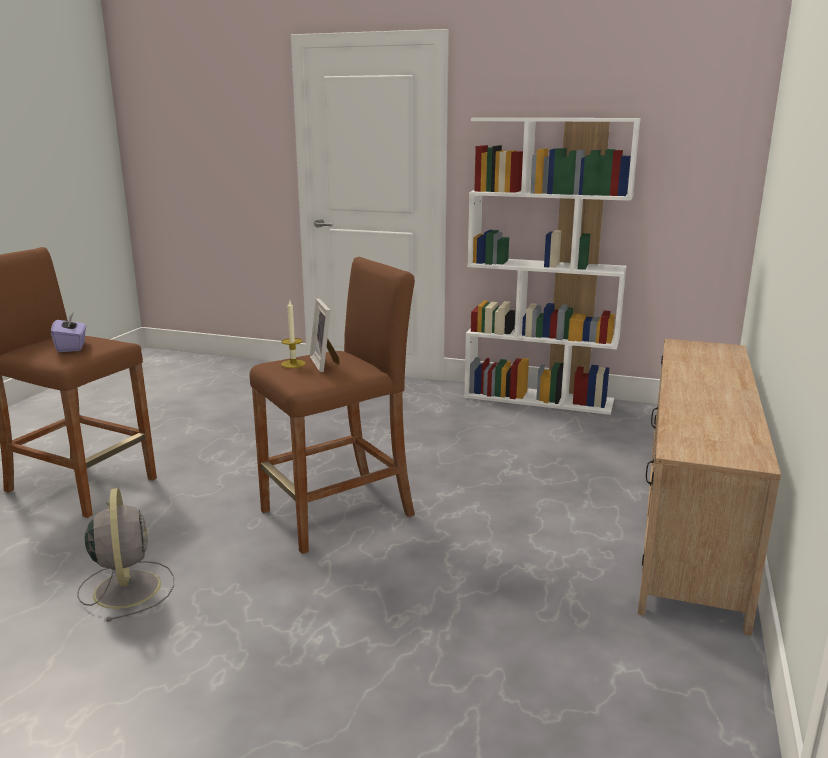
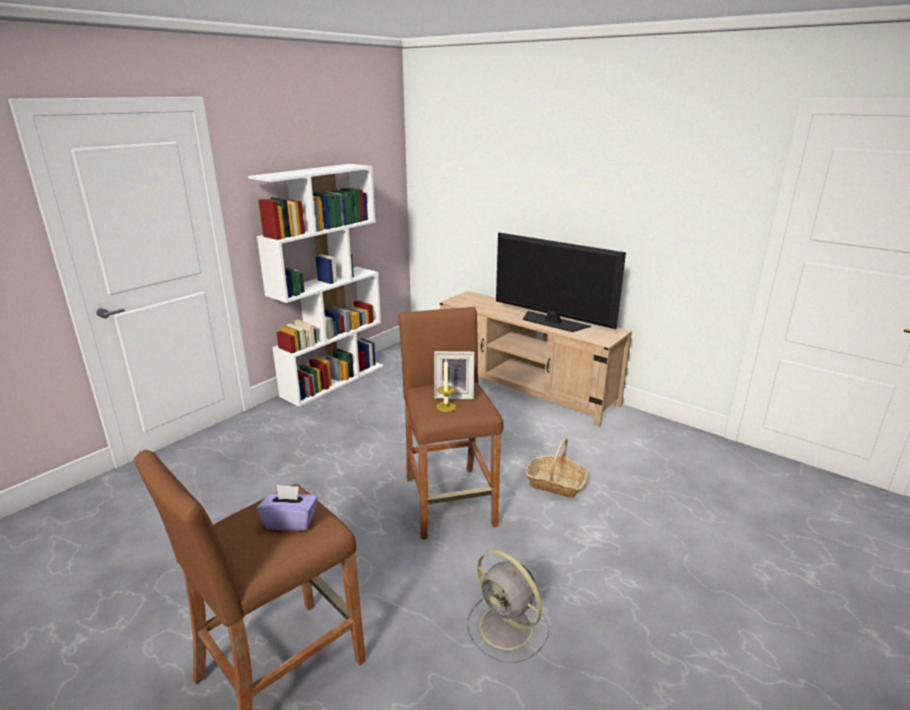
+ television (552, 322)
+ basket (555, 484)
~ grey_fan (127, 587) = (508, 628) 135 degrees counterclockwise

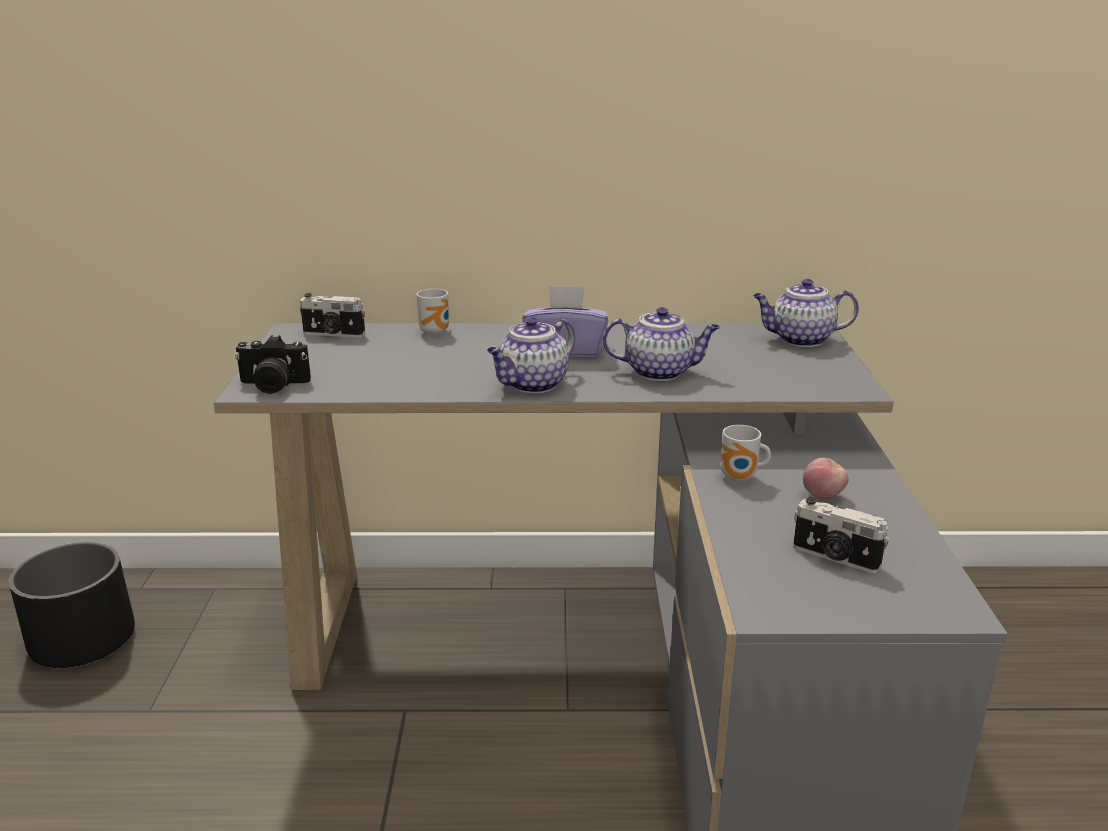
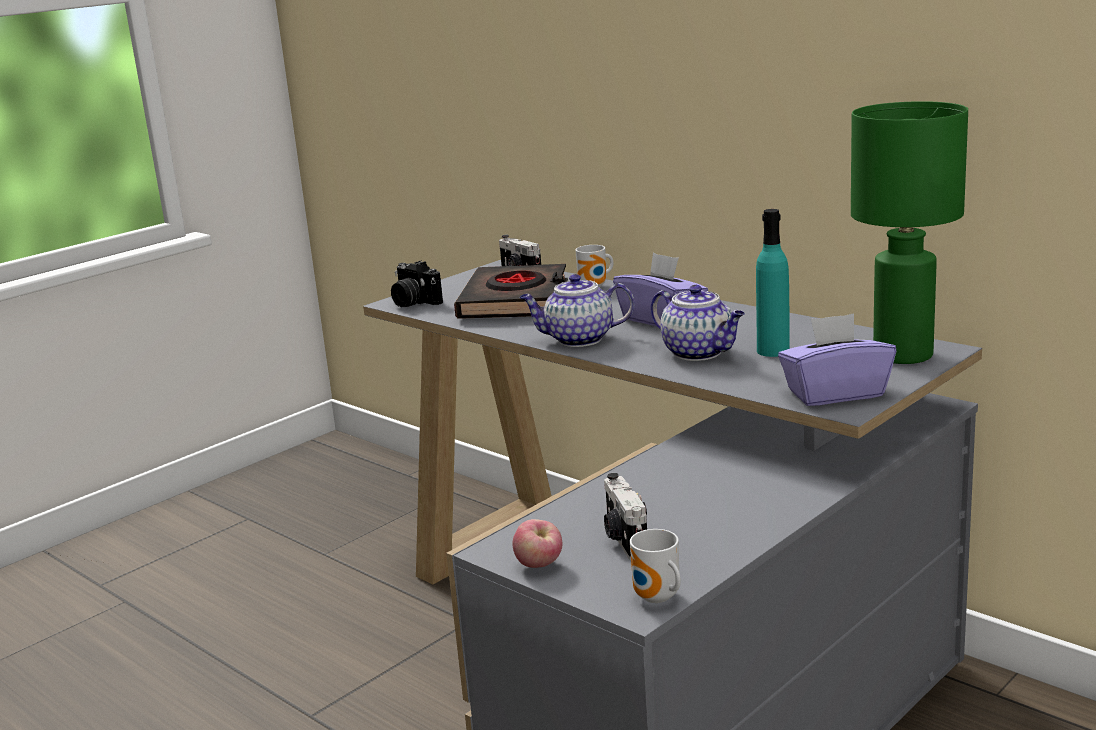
- black_planter (84, 640)
+ black_book (515, 301)
+ turquoise_bottle (773, 351)
+ purple_tissue_box (835, 393)
~ mug (740, 478) to (657, 599)
~ apple (823, 496) to (539, 565)
~ teapot (800, 339) to green_table_lamp (901, 355)

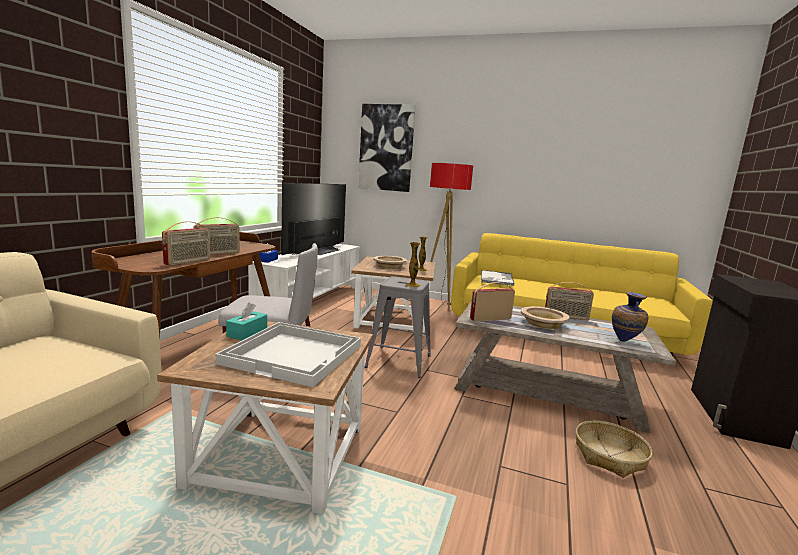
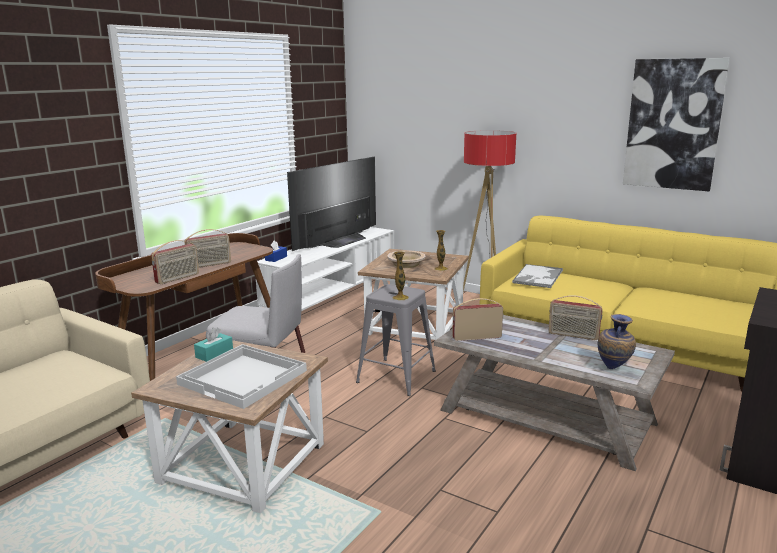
- beige_bowl (543, 323)
- basket (609, 456)
~ picture (386, 148) to (673, 124)

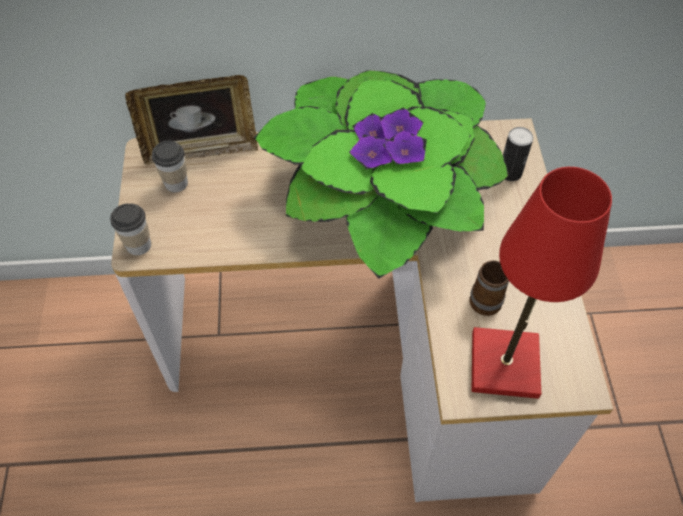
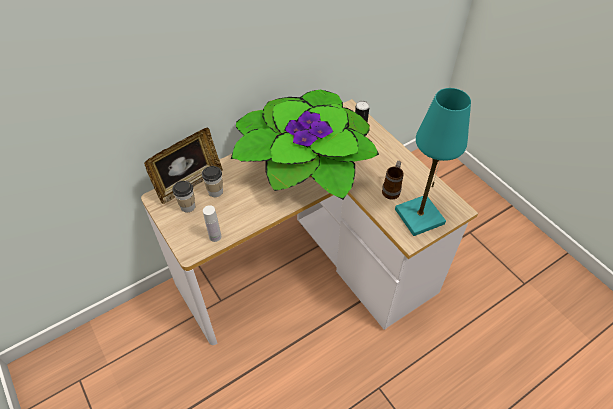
+ white_bottle (215, 236)
~ cup (138, 245) to (215, 191)
~ red_table_lamp (505, 365) to turquoise_table_lamp (419, 217)

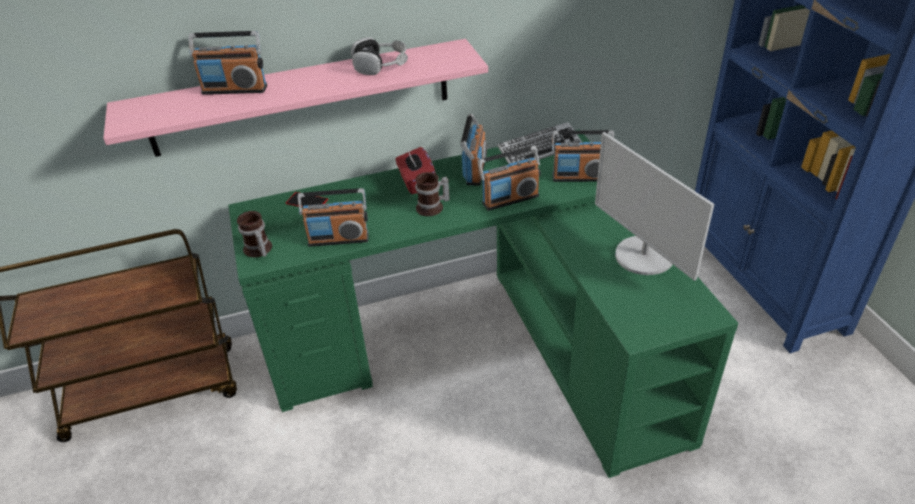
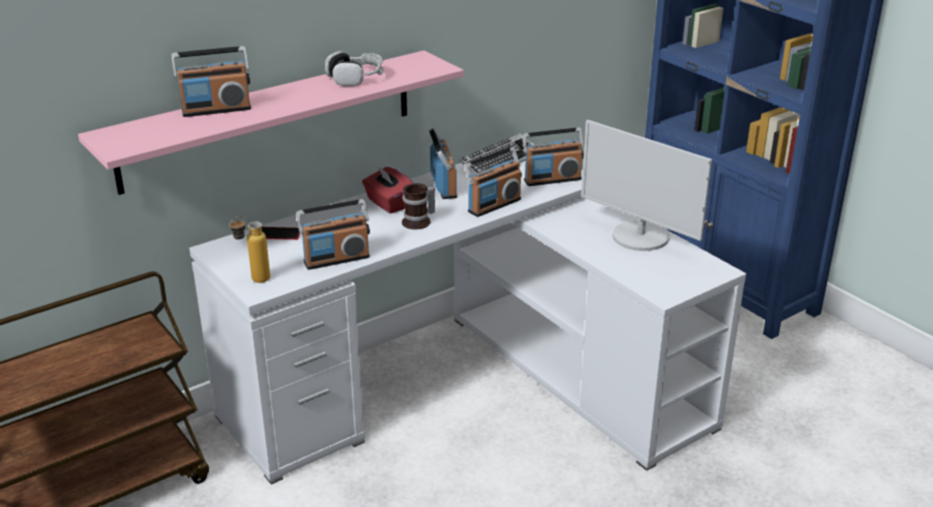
~ mug (257, 250) to bottle (253, 280)
~ green_desk (487, 345) to white_desk (473, 383)

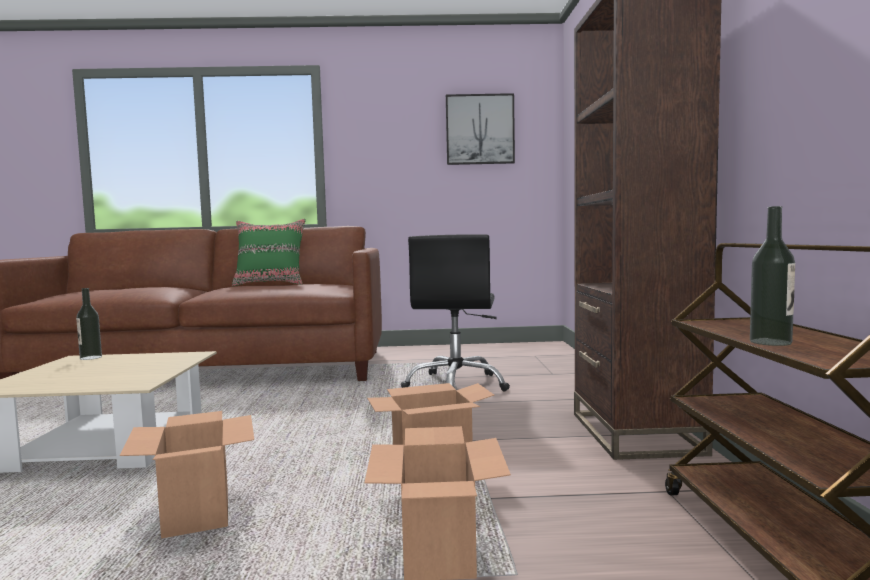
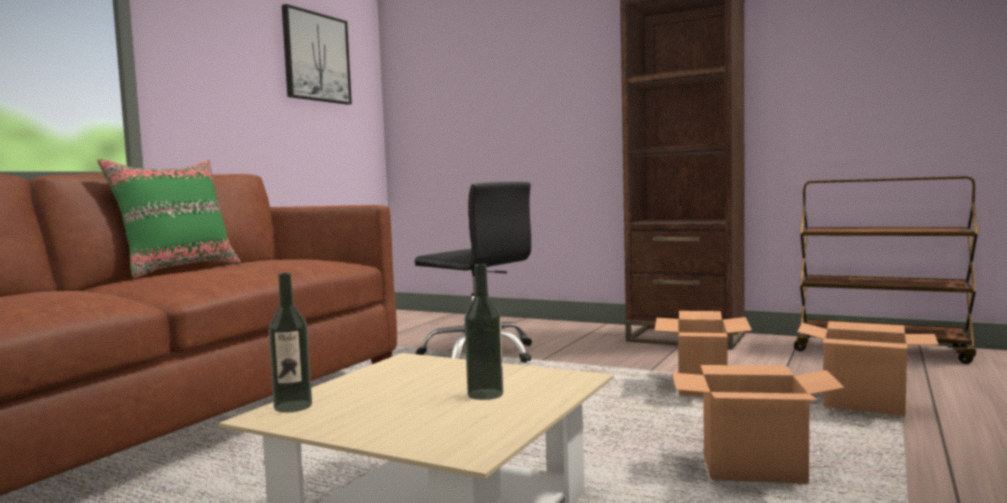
~ bottle (770, 342) to (485, 394)

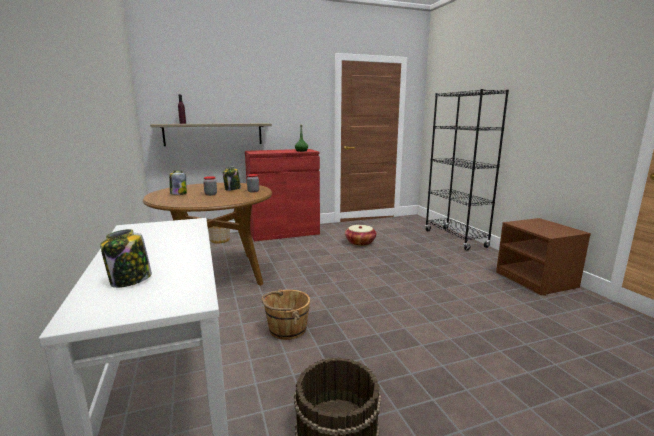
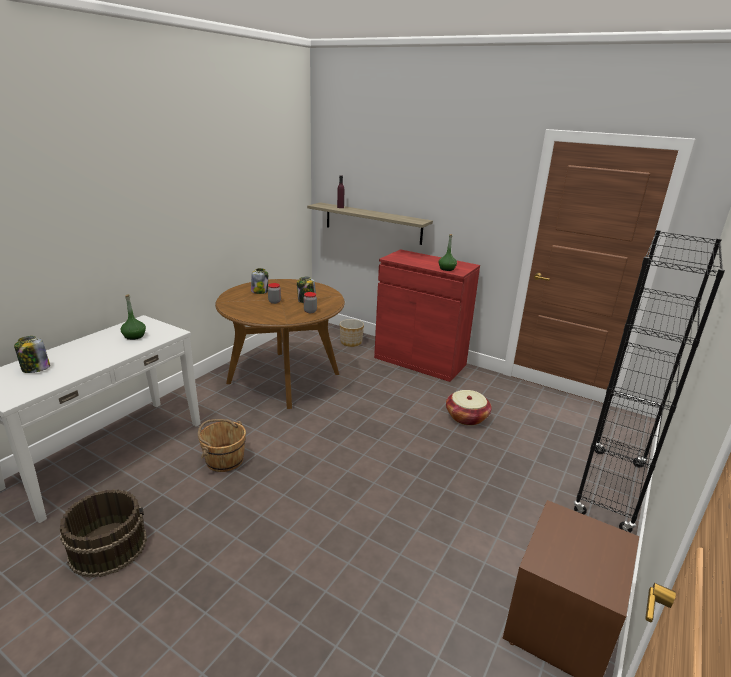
+ green_bottle (134, 336)

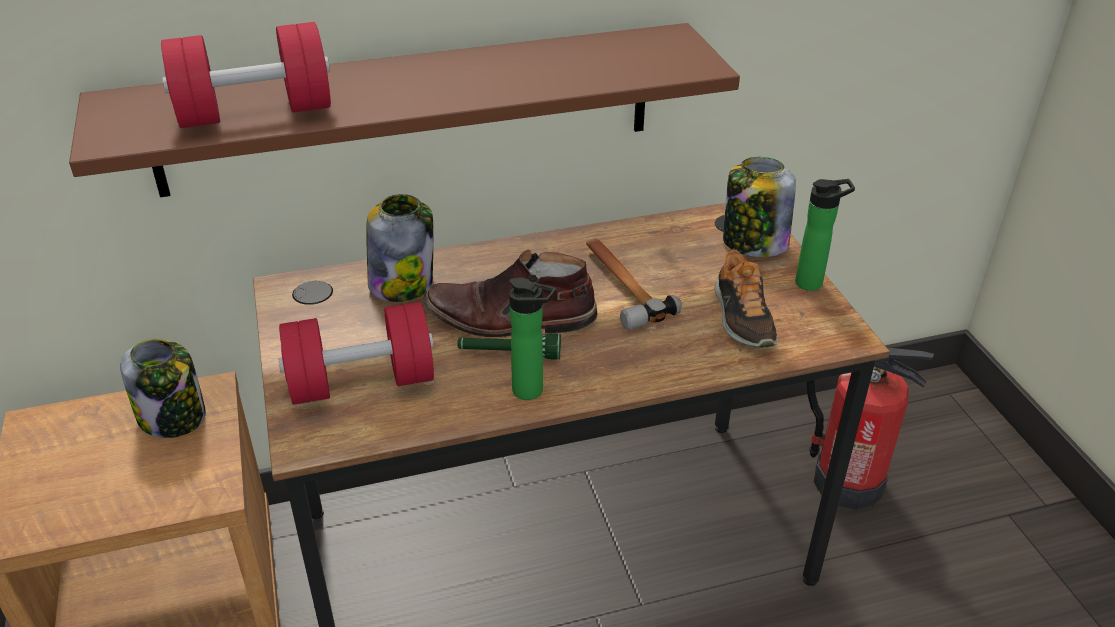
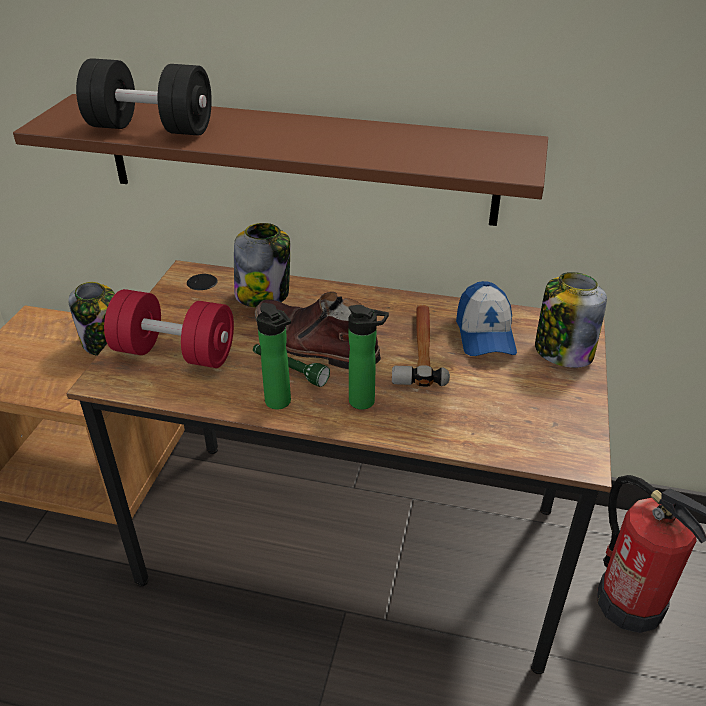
- shoe (742, 318)
+ cap (485, 334)
~ bottle (813, 282) to (365, 402)
~ red_dumbbell (255, 113) to black_dumbbell (151, 128)

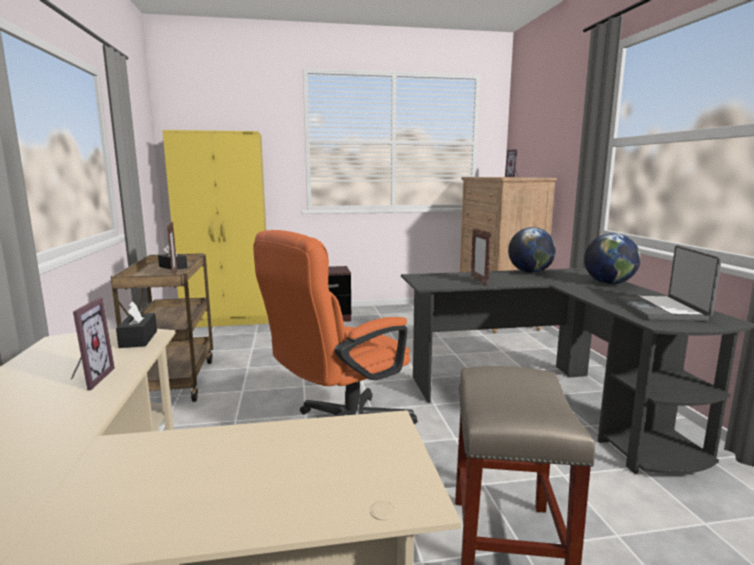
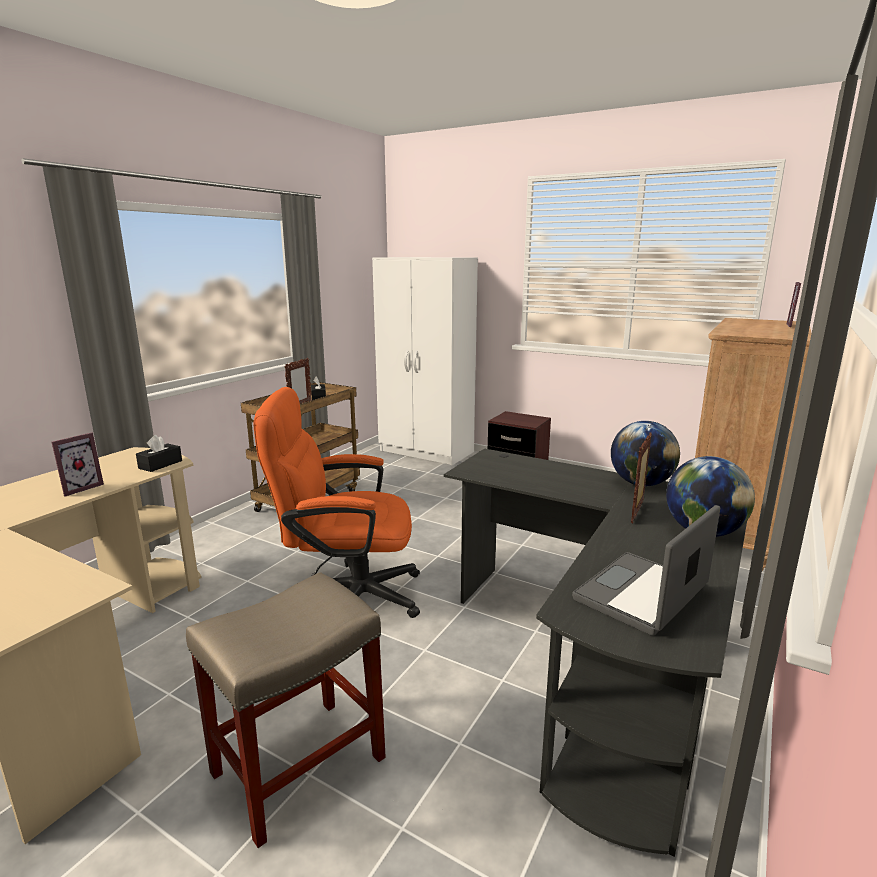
~ picture_frame (479, 281) to (637, 512)
~ yellow_wardrobe (229, 320) to white_wardrobe (426, 452)

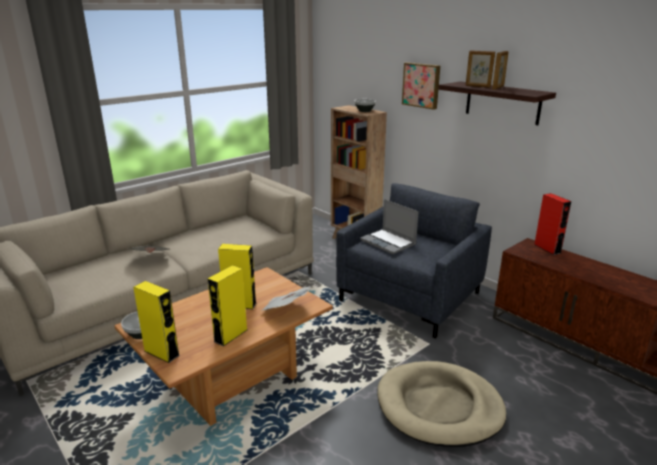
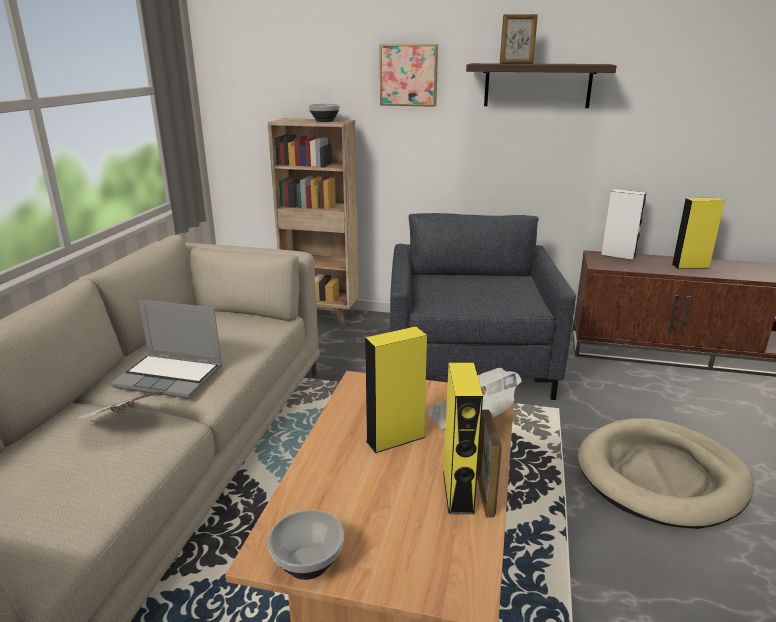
~ yellow_speaker (161, 353) to (690, 266)
~ laptop (389, 242) to (171, 377)
~ picture_frame (498, 87) to (485, 495)
~ red_speaker (547, 248) to white_speaker (618, 256)

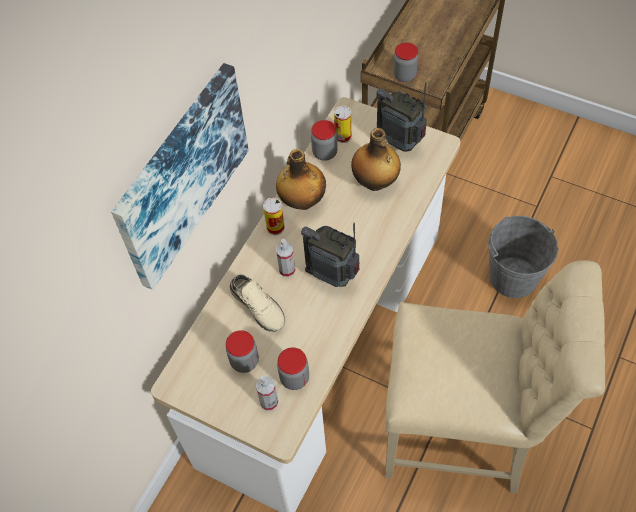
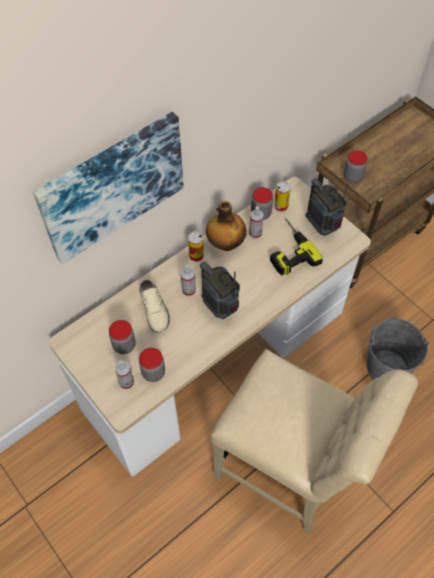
+ spray_bottle (255, 233)
~ bottle (375, 182) to power_drill (287, 250)

